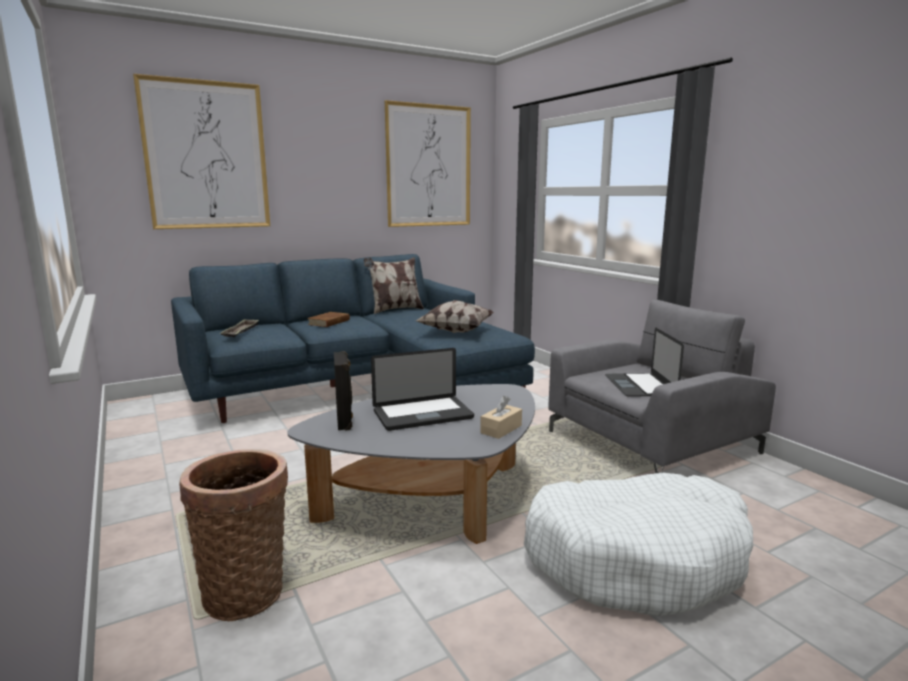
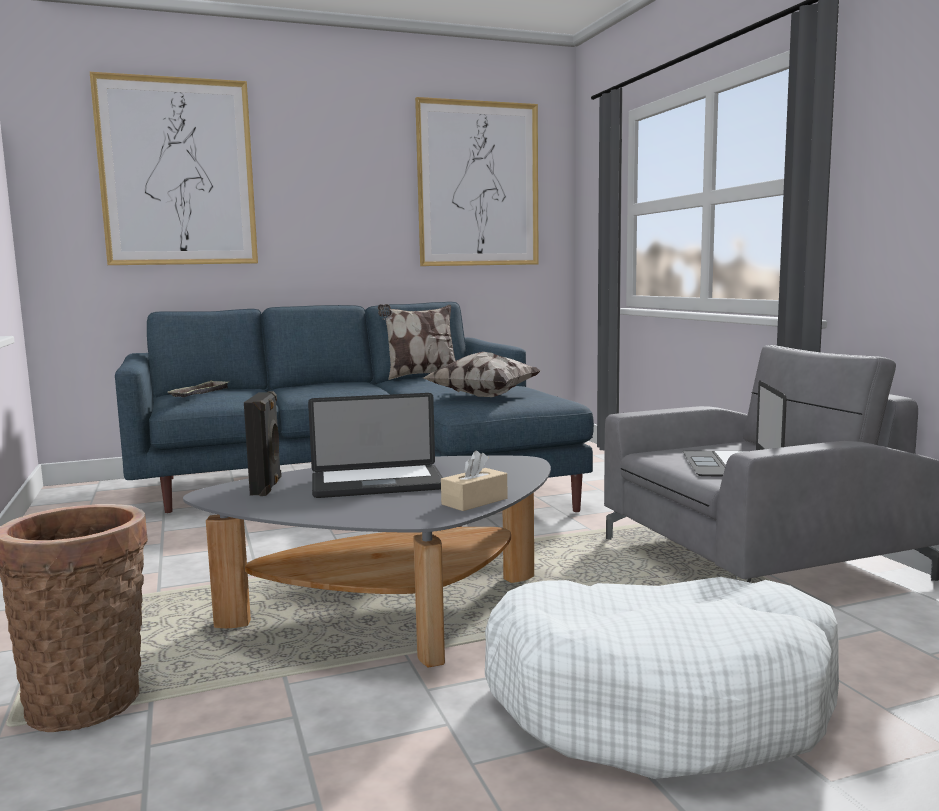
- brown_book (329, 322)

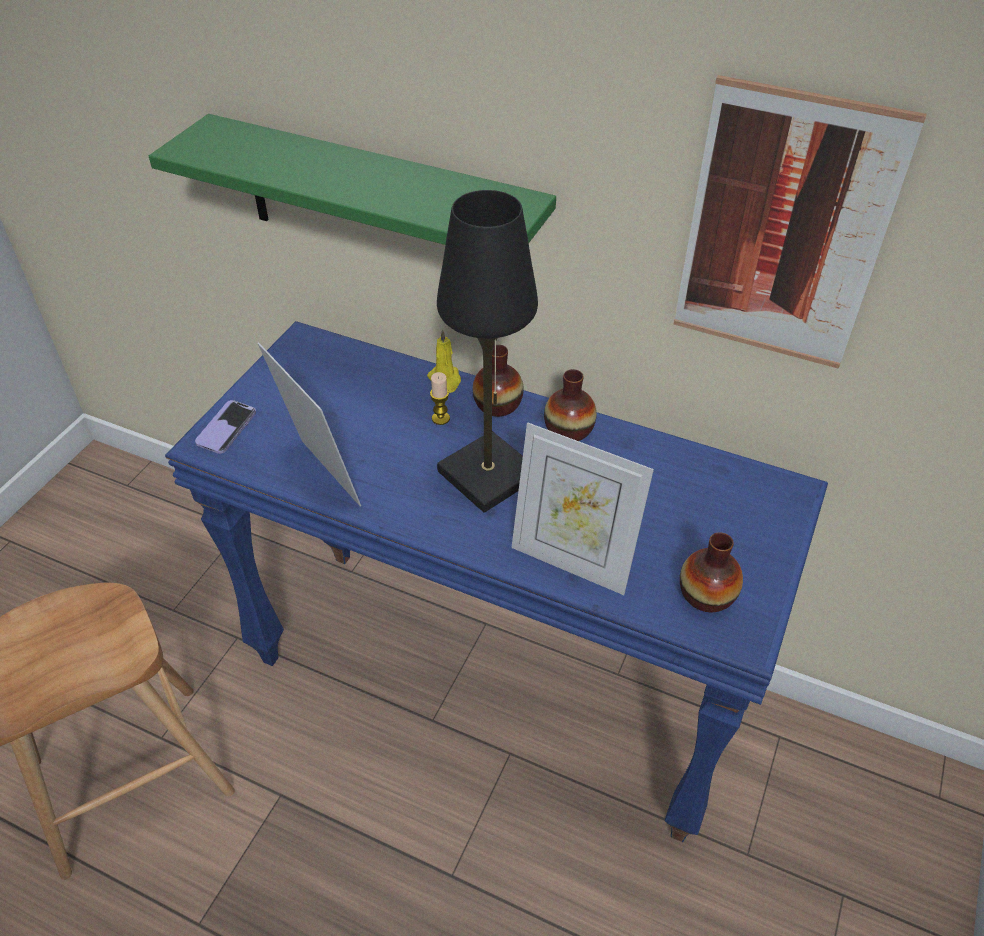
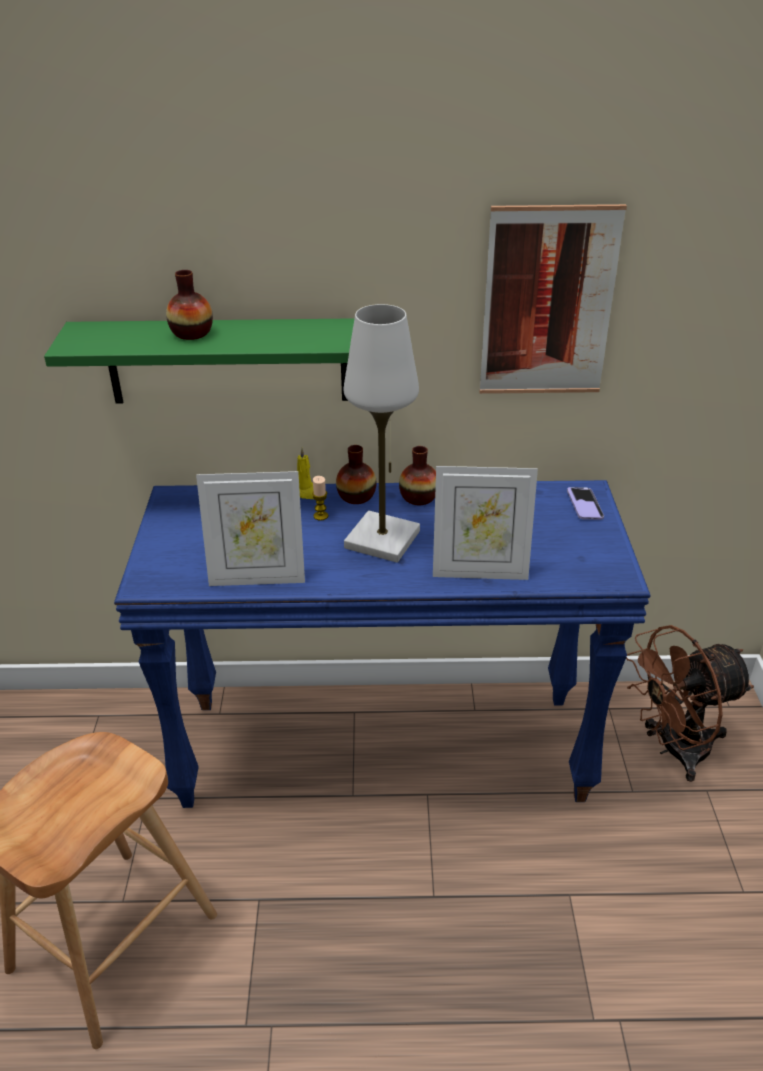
+ brown_fan (673, 750)
~ phone (226, 428) to (584, 505)
~ vase (706, 594) to (192, 333)
~ black_table_lamp (488, 474) to white_table_lamp (382, 539)
~ picture_frame (320, 477) = (257, 578) 150 degrees clockwise

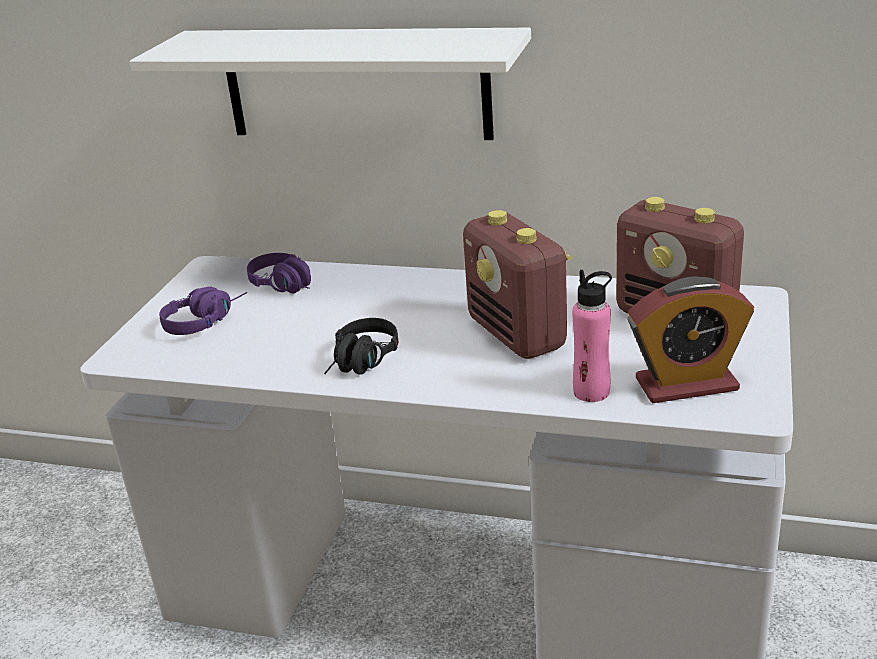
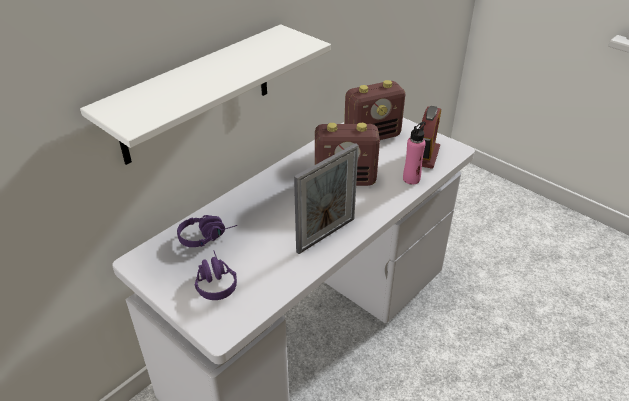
~ black_headphones (361, 364) to picture_frame (326, 235)

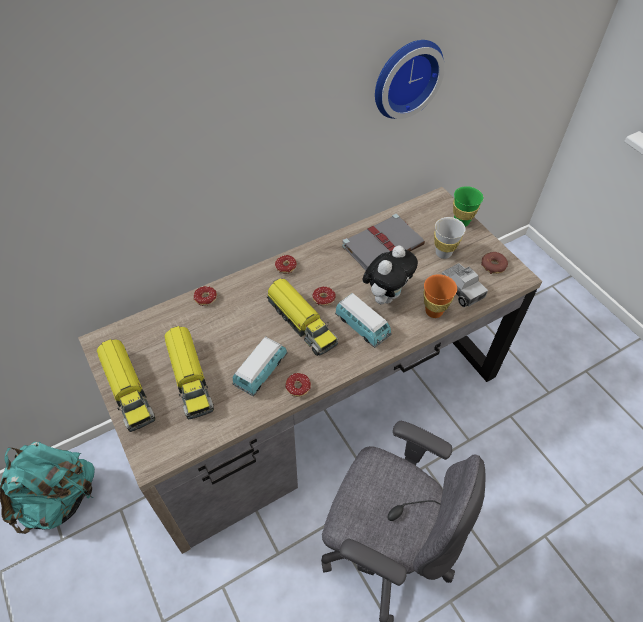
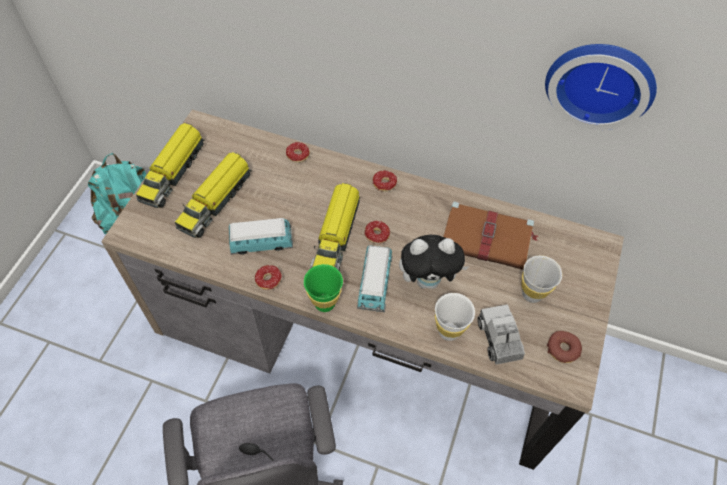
~ green_cup (461, 222) to (325, 303)
~ grey_book (383, 245) to brown_book (488, 238)
~ orange_cup (434, 311) to white_cup (449, 331)
~ toy_truck (461, 290) = (499, 339) 150 degrees clockwise

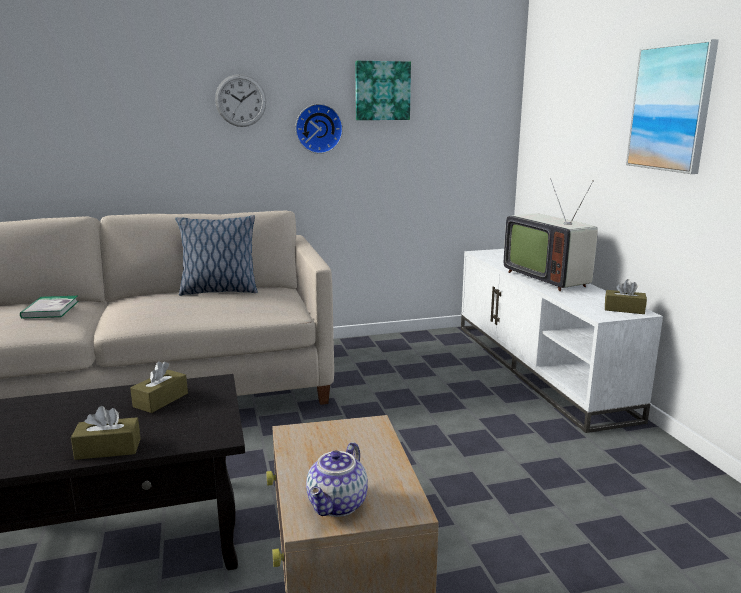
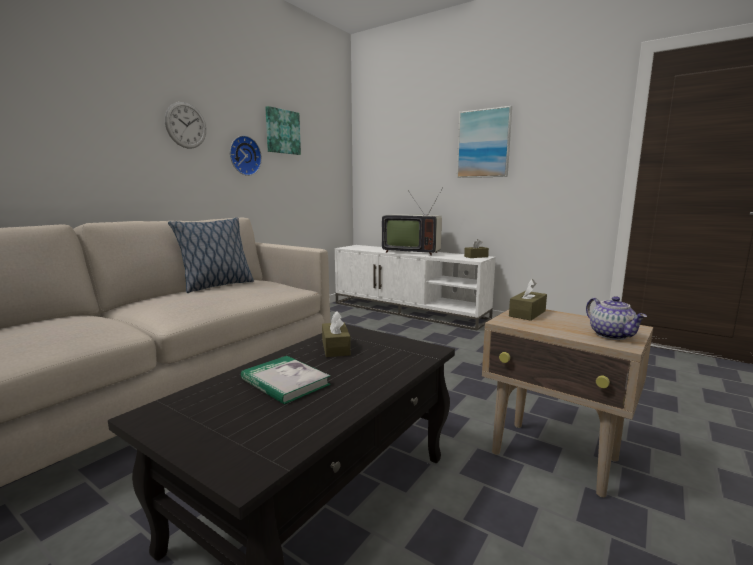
~ book (50, 309) to (285, 382)
~ brown_tissue_box (108, 449) to (527, 313)

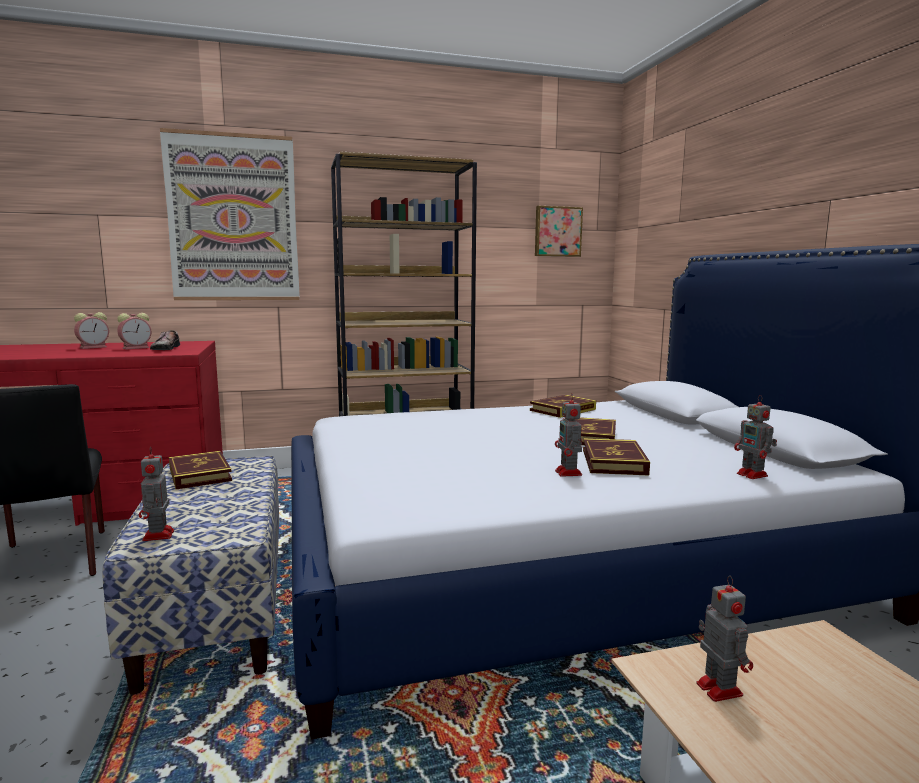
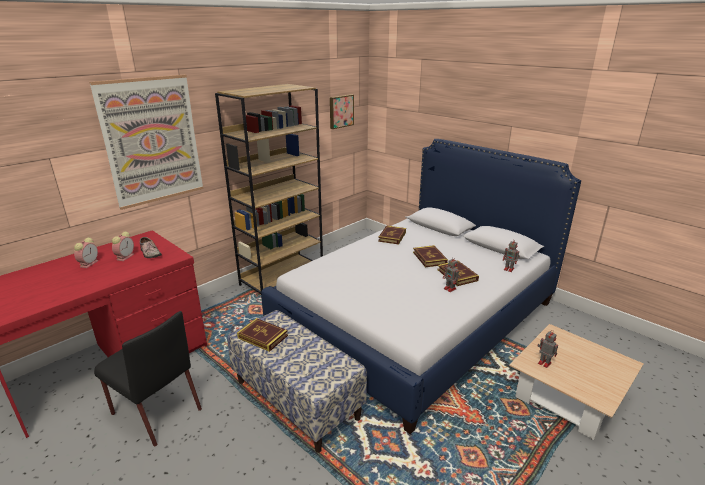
- toy_robot (158, 536)

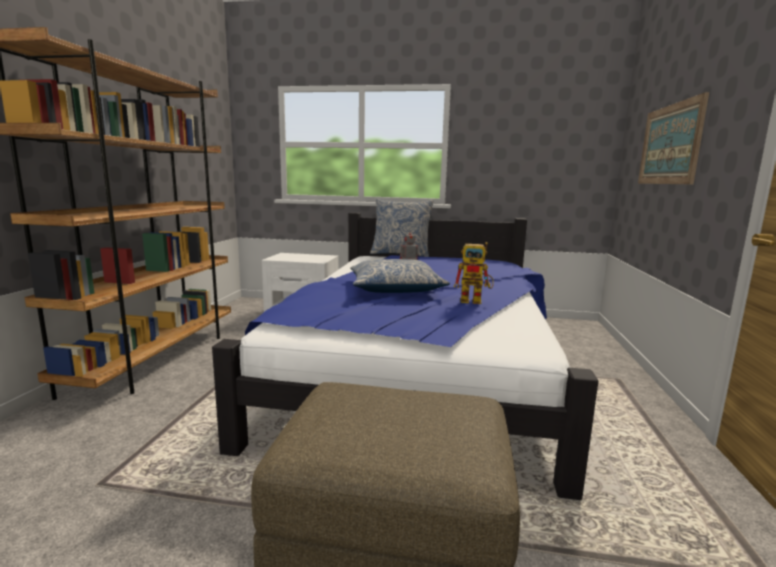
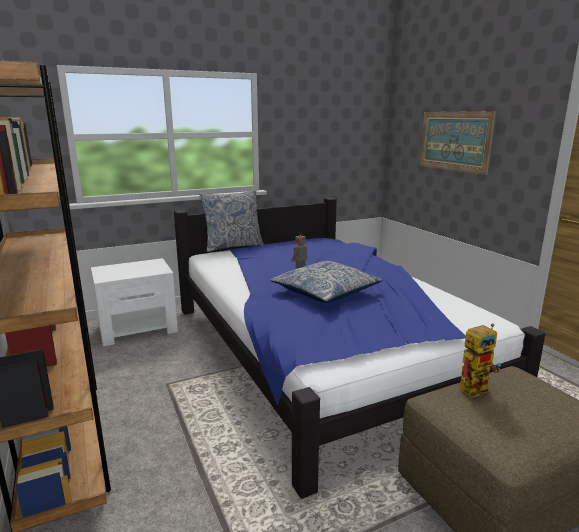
~ toy_robot (476, 301) to (476, 387)

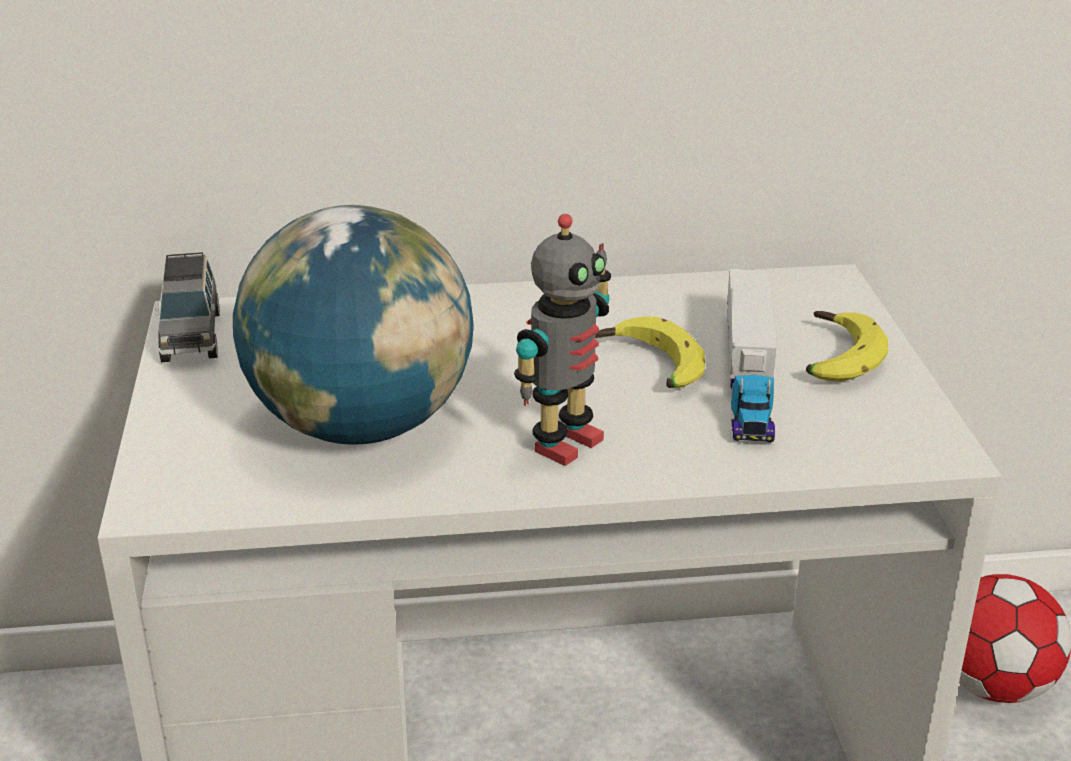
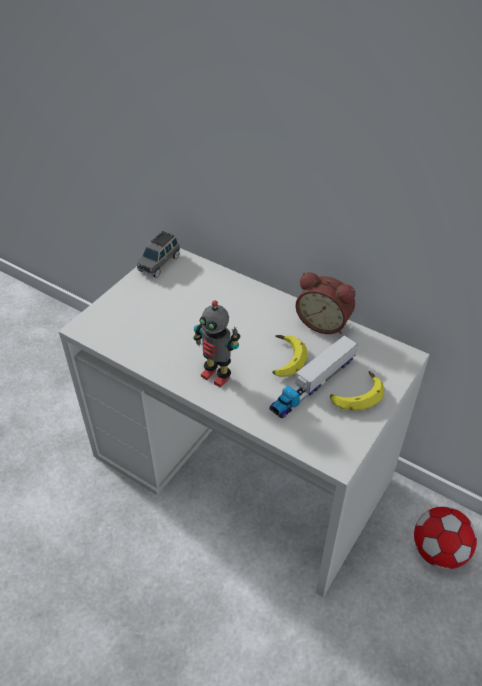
- globe (362, 425)
+ alarm_clock (324, 322)
~ toy_robot (564, 443) = (216, 375) 45 degrees clockwise

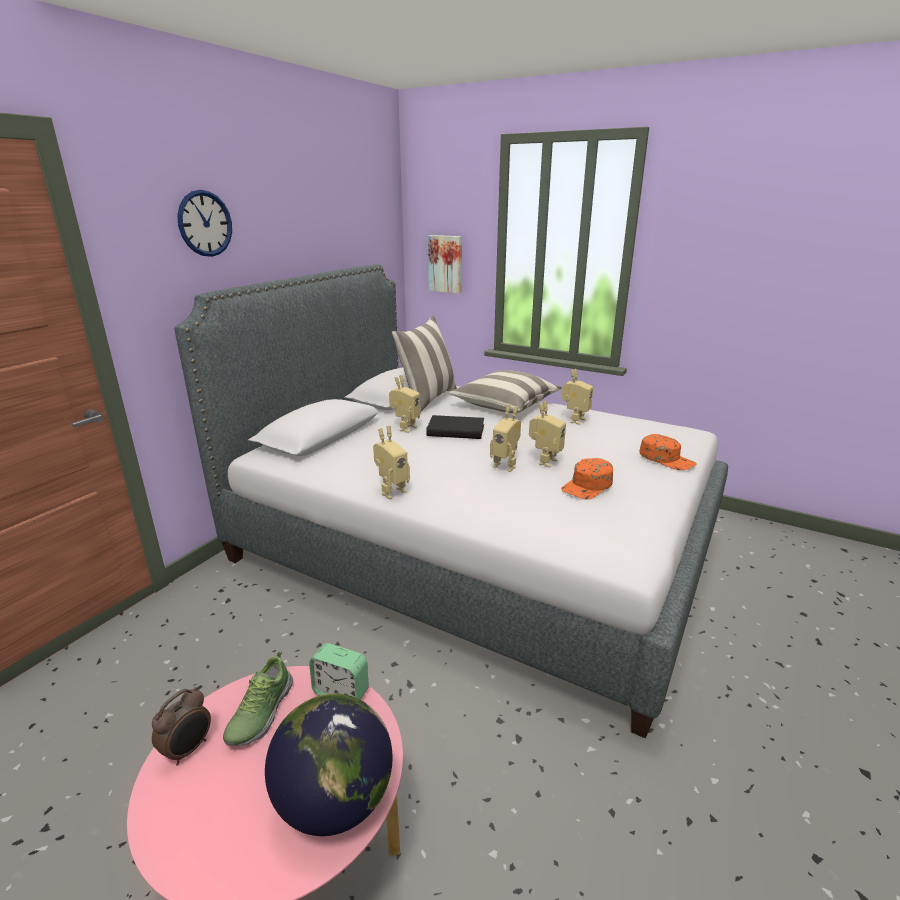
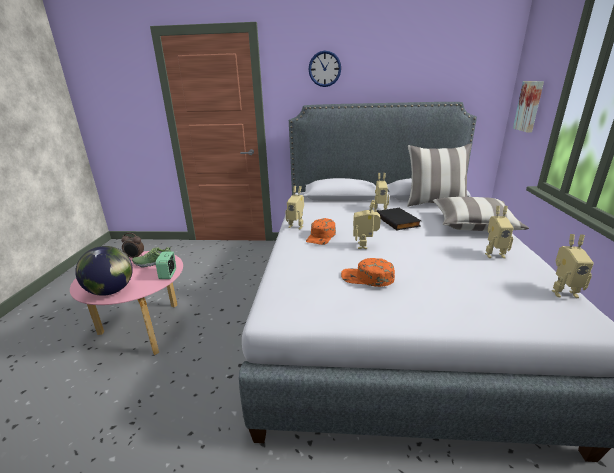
~ toy_robot (544, 461) to (562, 292)
~ orange_cap (666, 459) to (321, 236)

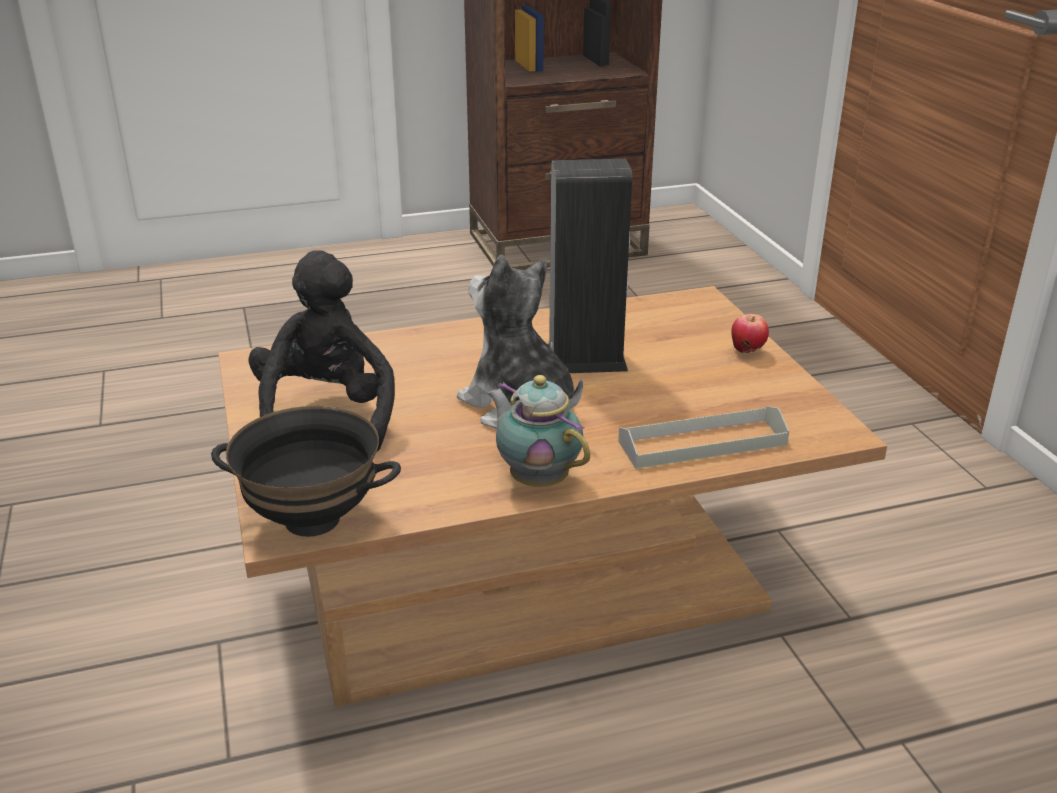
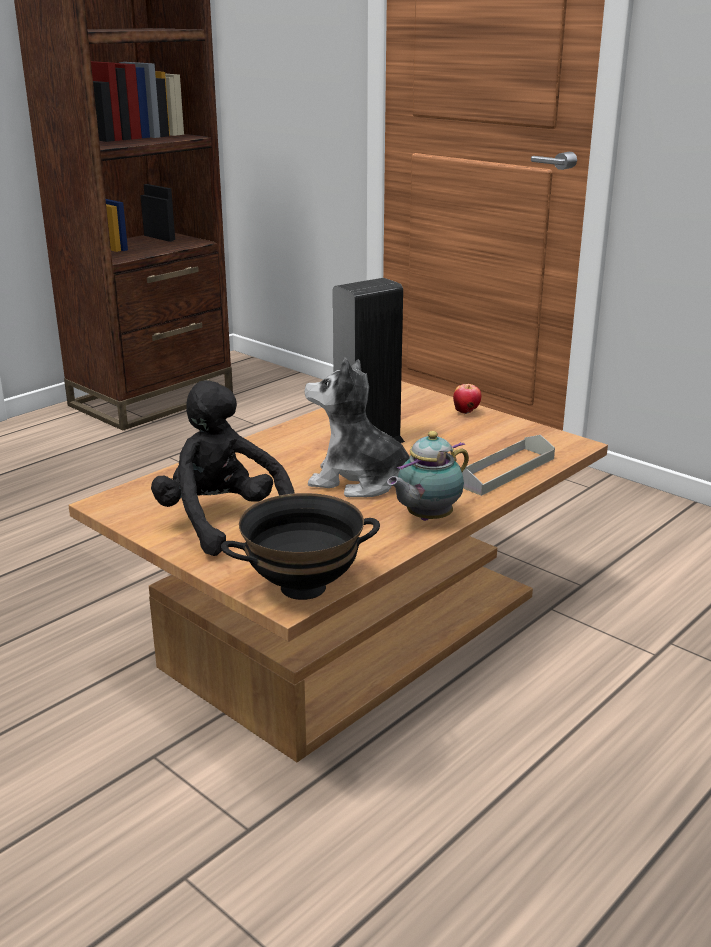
~ teapot (536, 479) = (426, 518) 60 degrees counterclockwise

